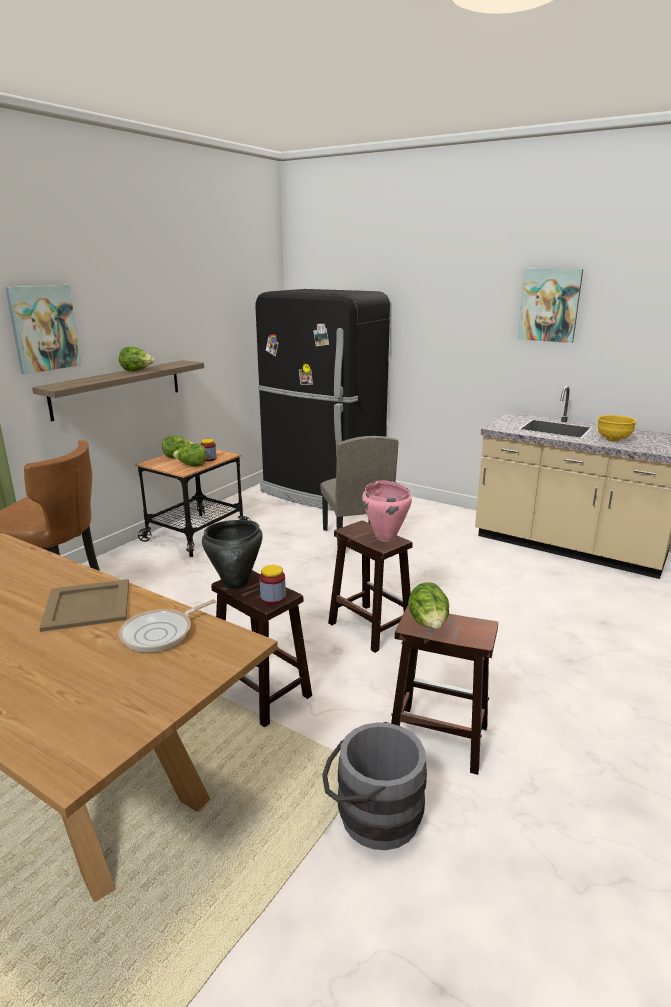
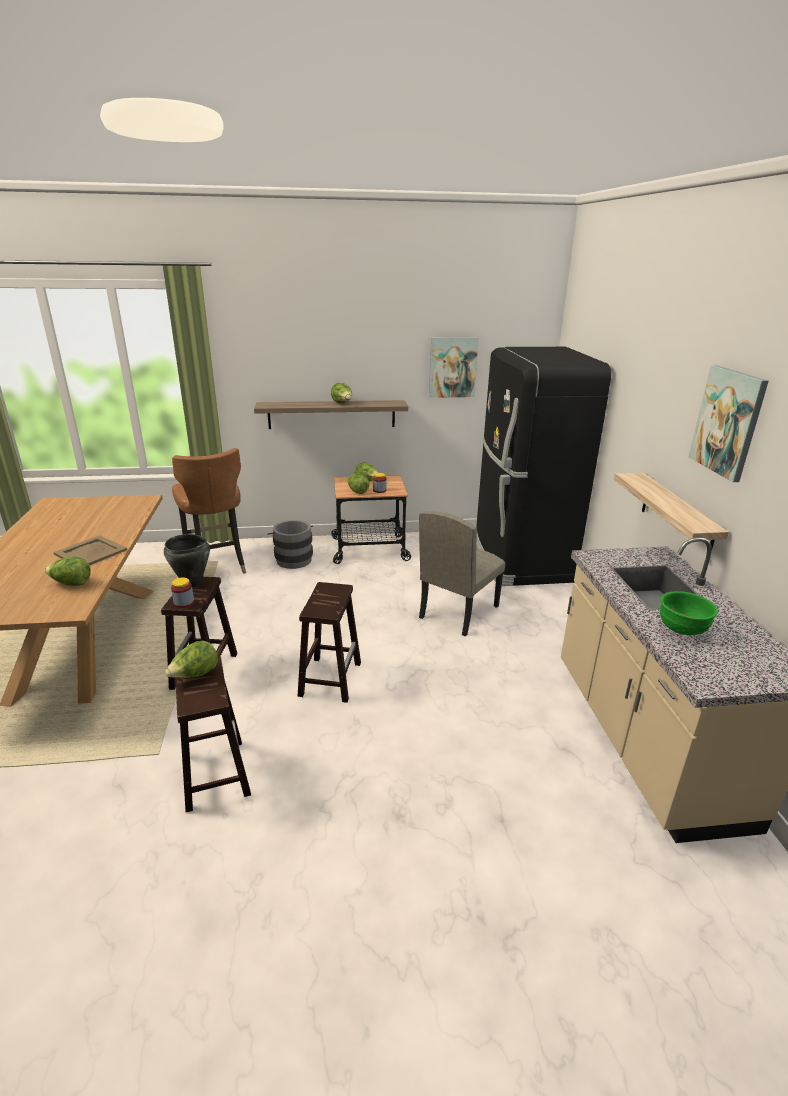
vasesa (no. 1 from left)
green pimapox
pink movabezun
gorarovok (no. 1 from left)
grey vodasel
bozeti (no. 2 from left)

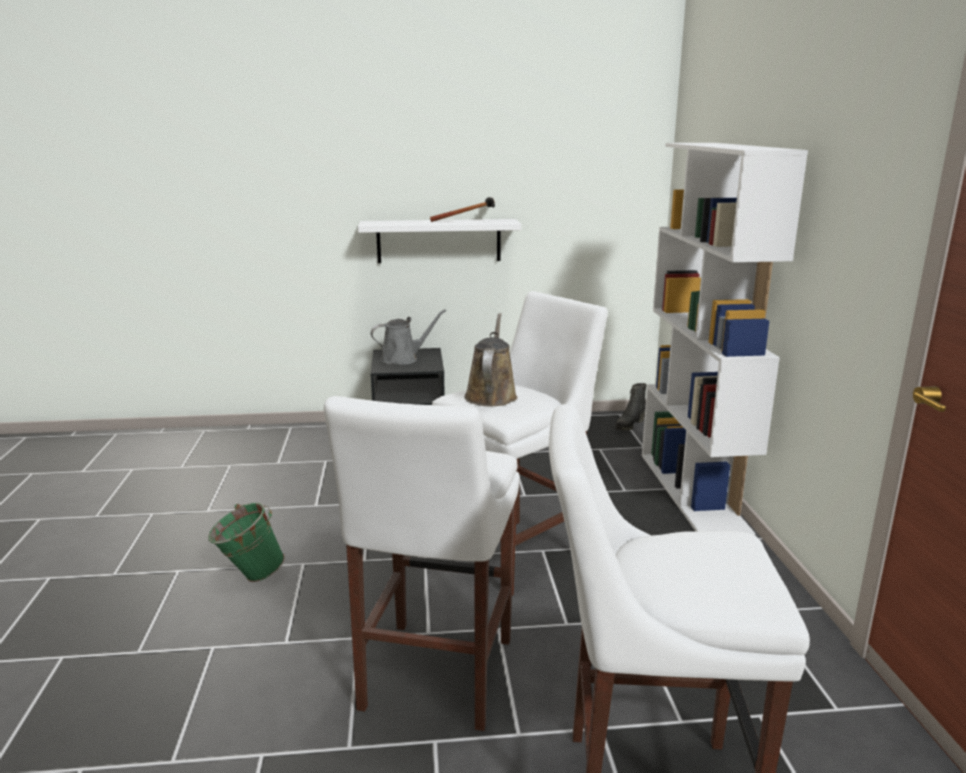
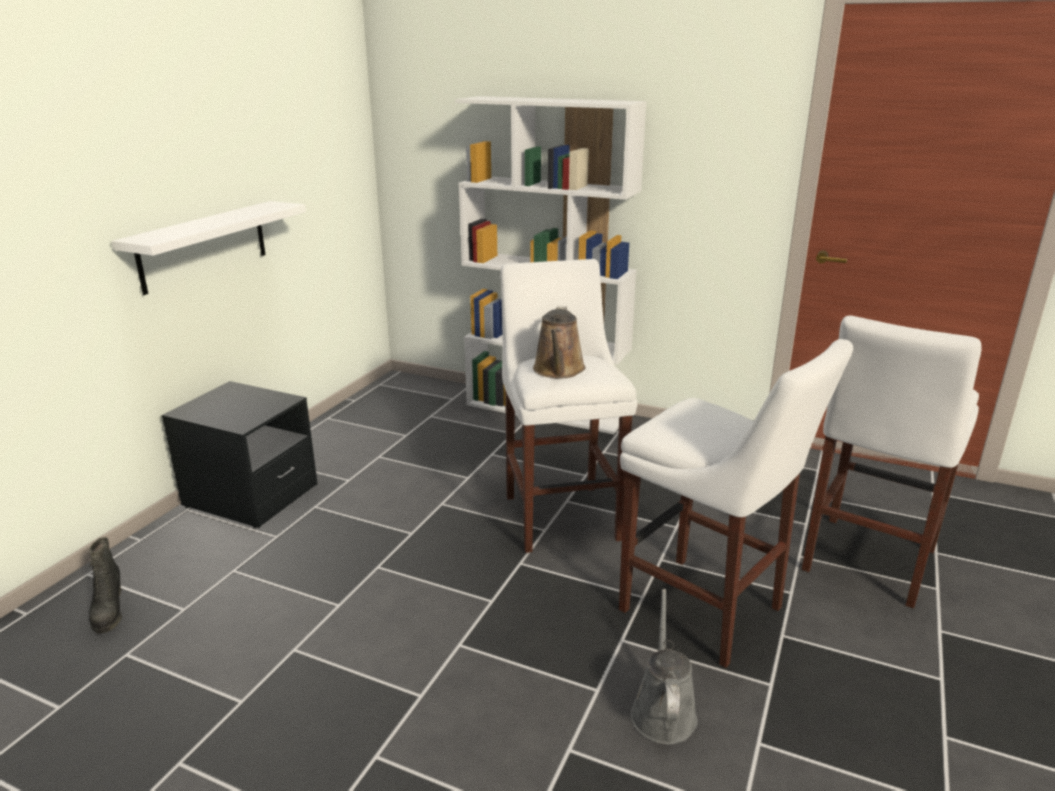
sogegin
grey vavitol
brown vavitol
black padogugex
green vodasel

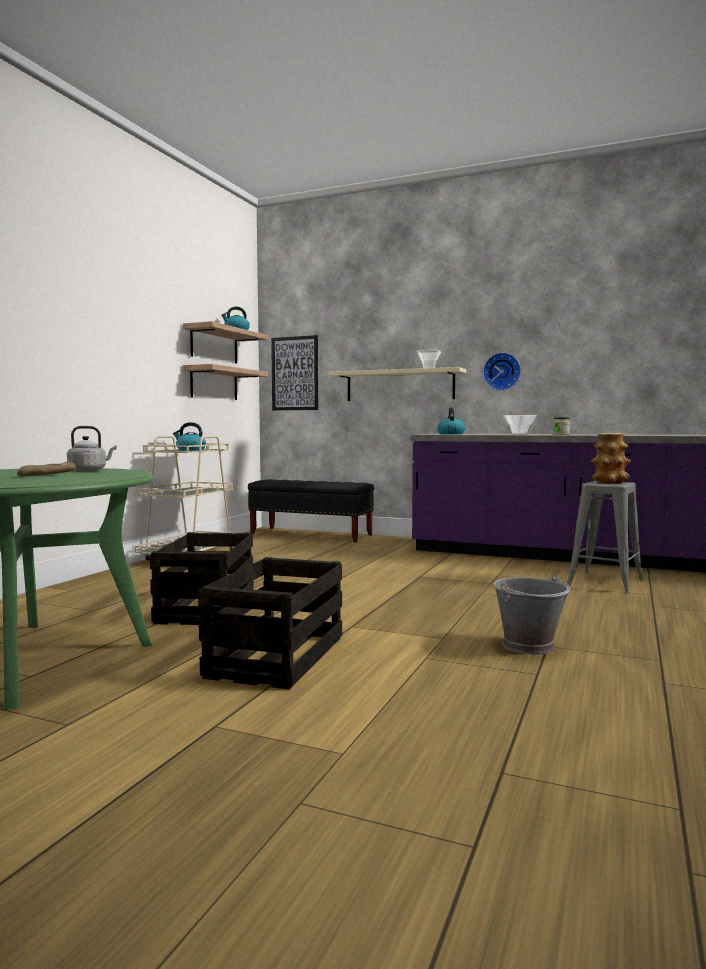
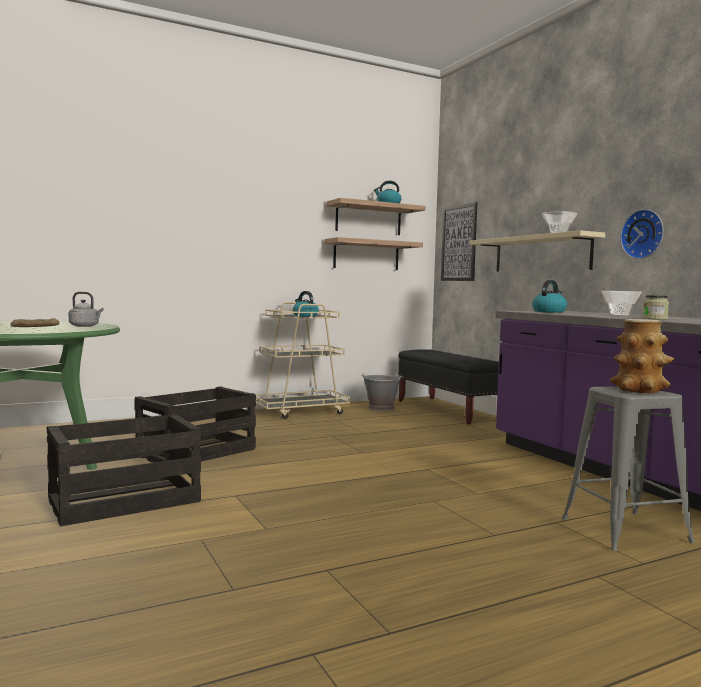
grey vodasel

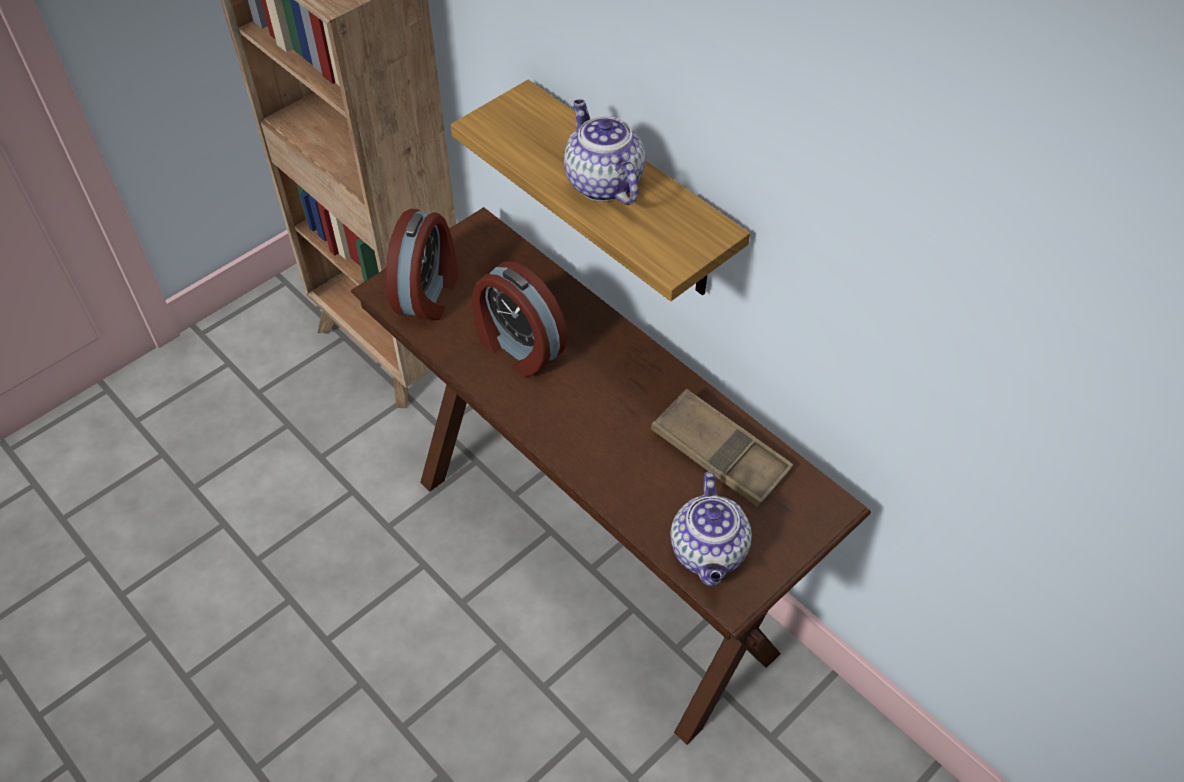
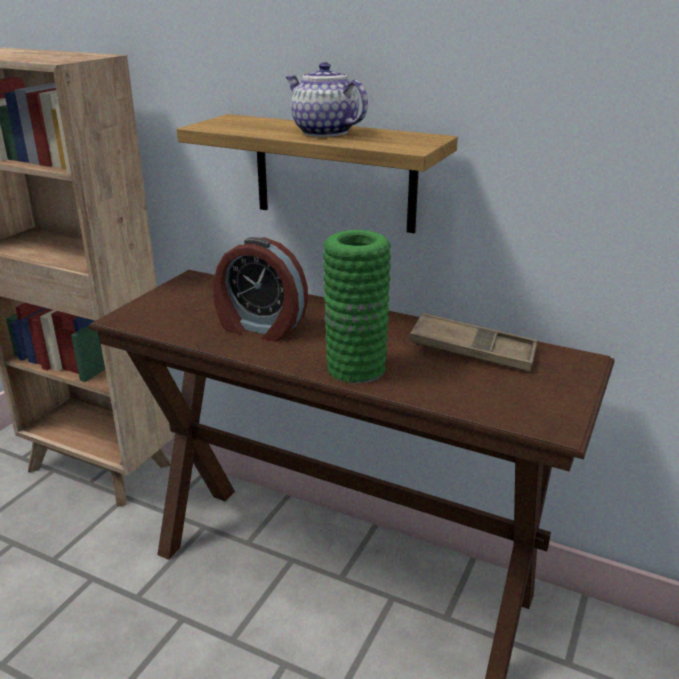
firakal (no. 1 from left in the first image)
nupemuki (no. 2 from left in the first image)
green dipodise

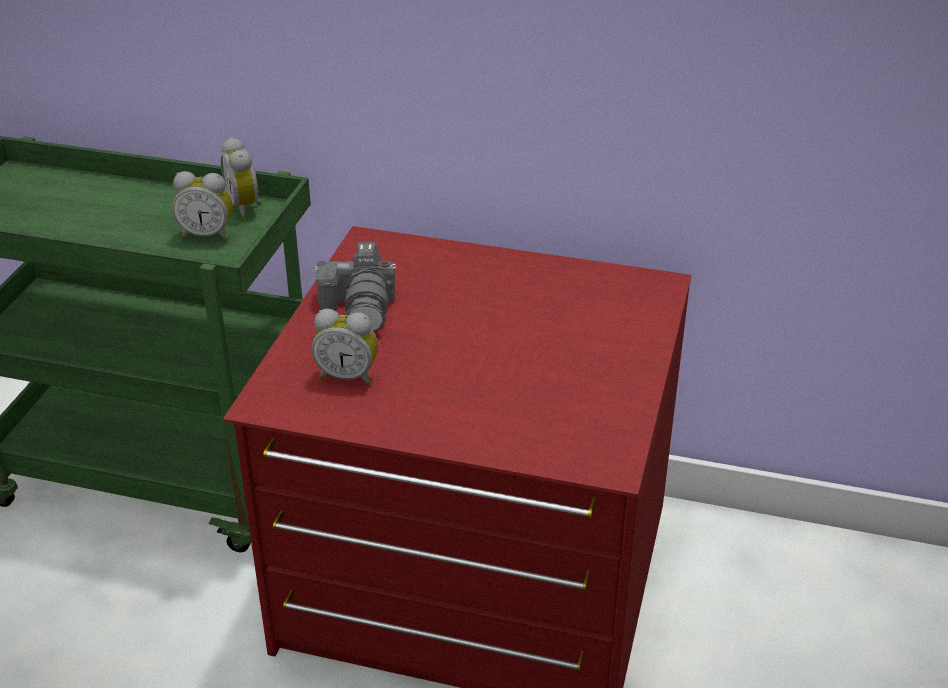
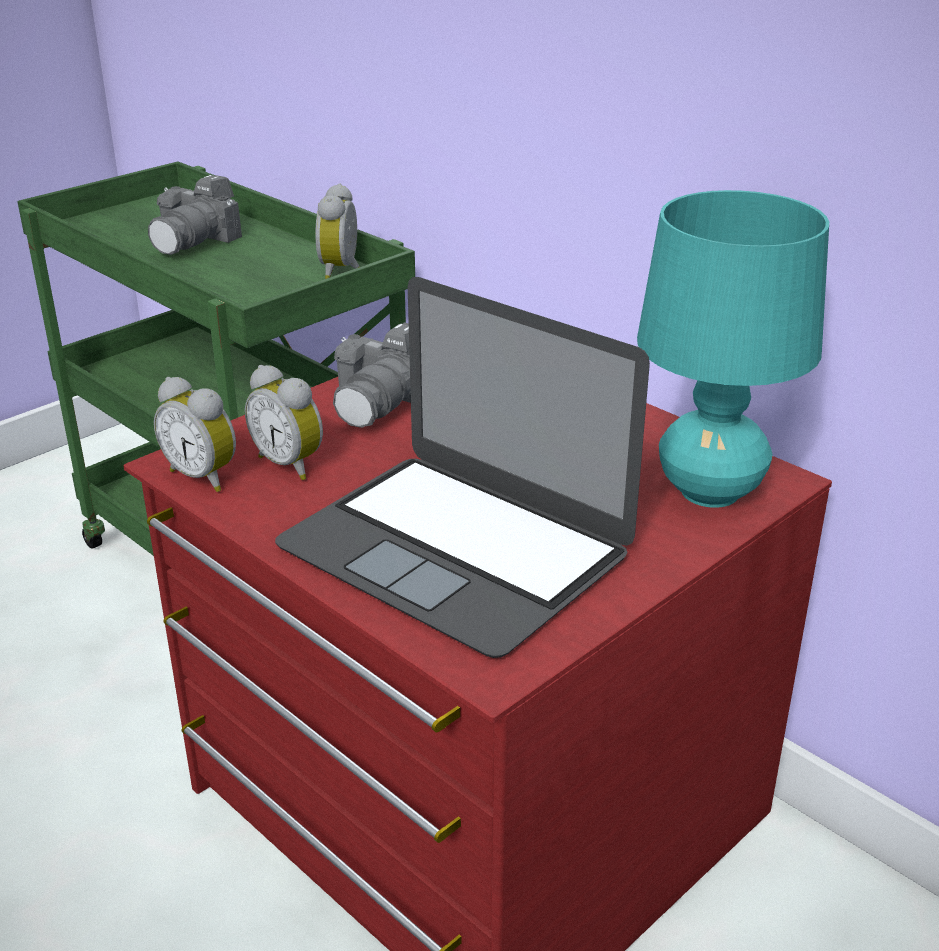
firakal (no. 1 from left)
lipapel (no. 1 from left)
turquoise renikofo
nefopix

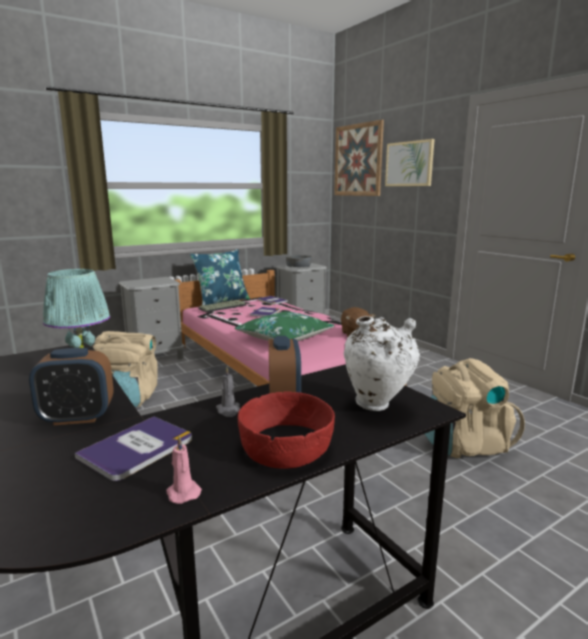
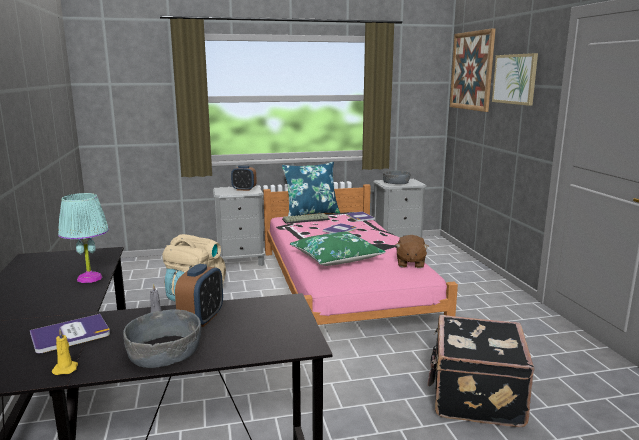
white dipodise
firakal (no. 2 from left)
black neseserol
grey pimapox (no. 1 from left)
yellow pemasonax

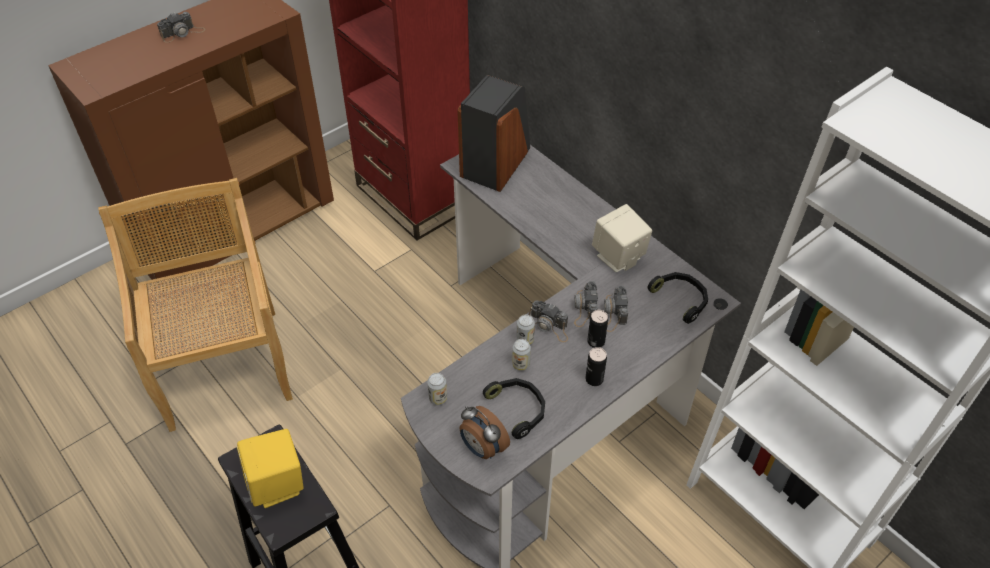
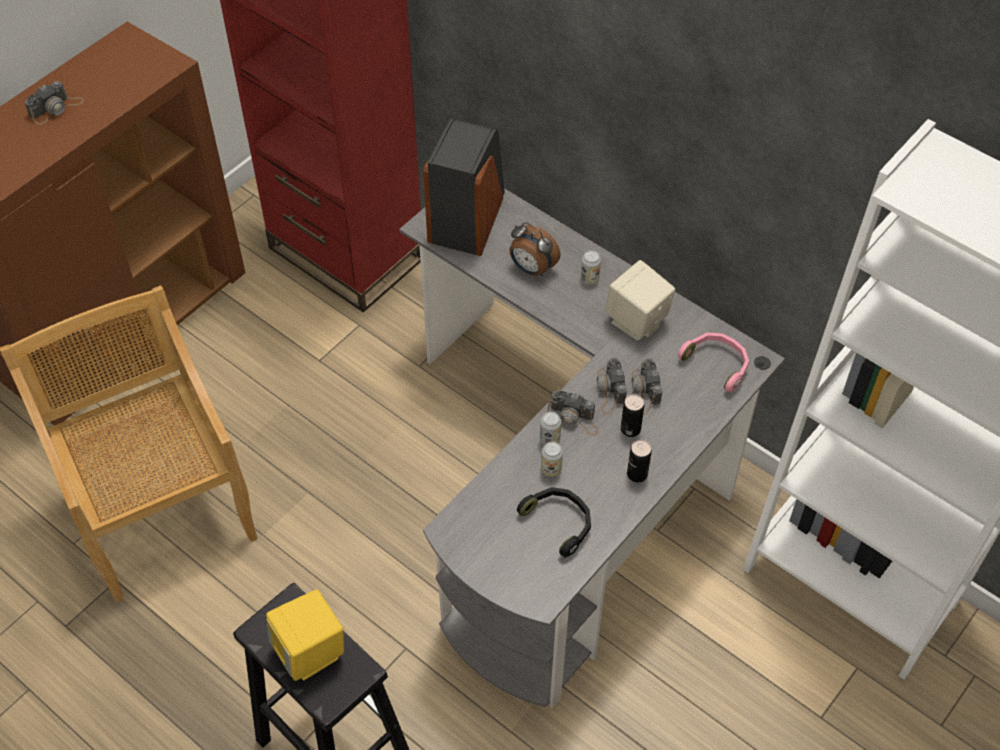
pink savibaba
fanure (no. 3 from left)
firakal

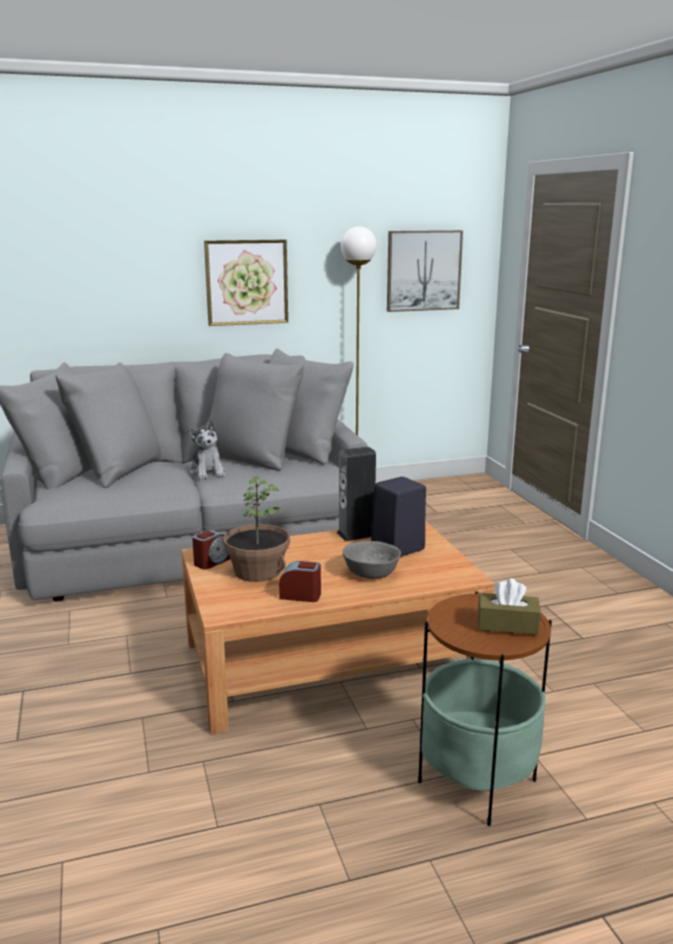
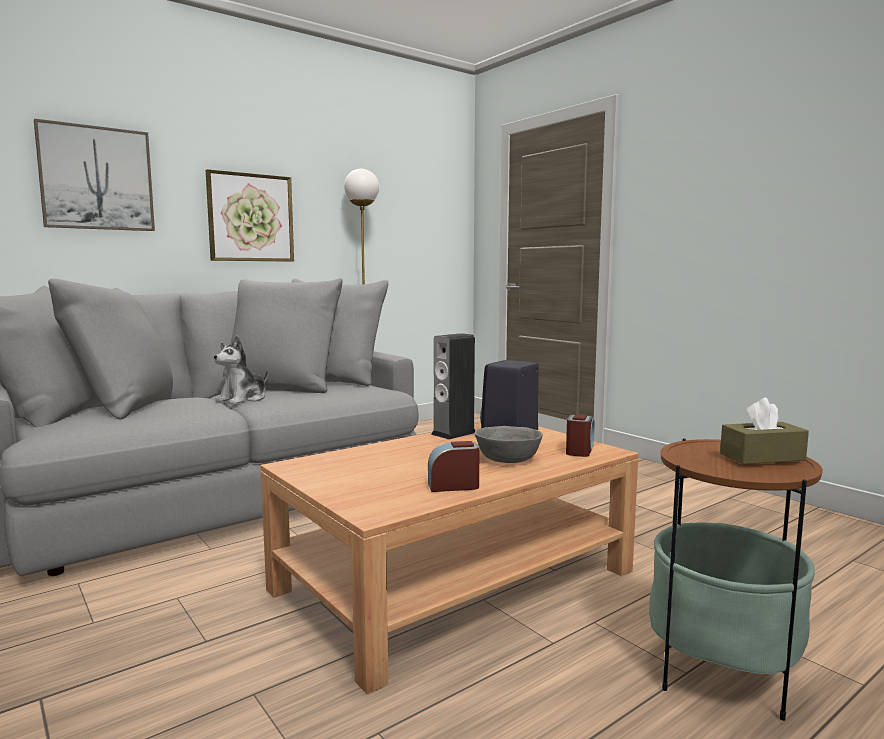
vasesa (no. 1 from left)
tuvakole
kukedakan
firakal (no. 2 from left)

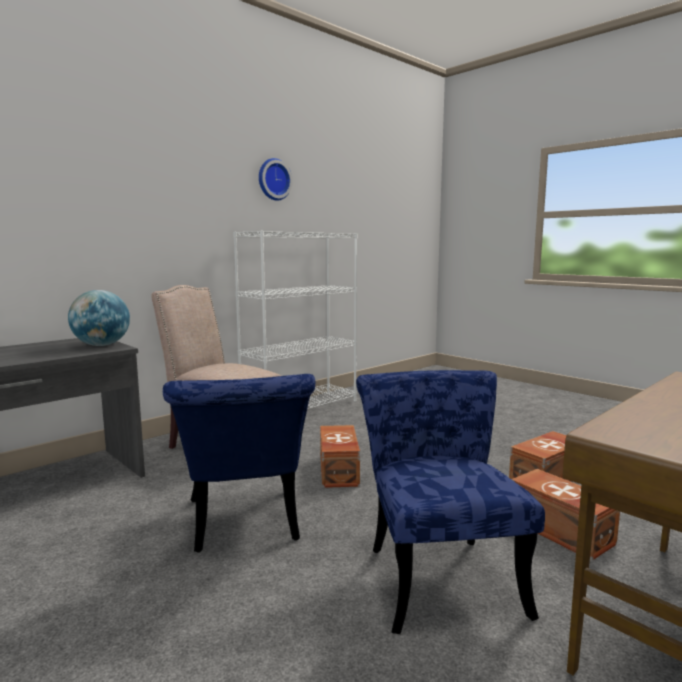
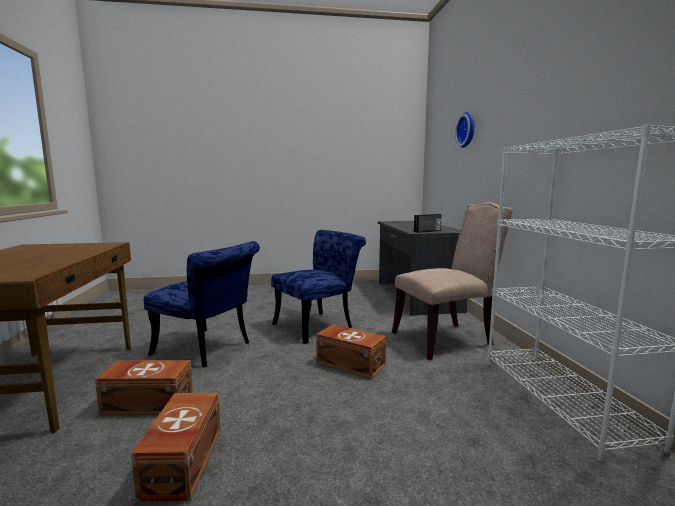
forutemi
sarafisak
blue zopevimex (no. 2 from left)

